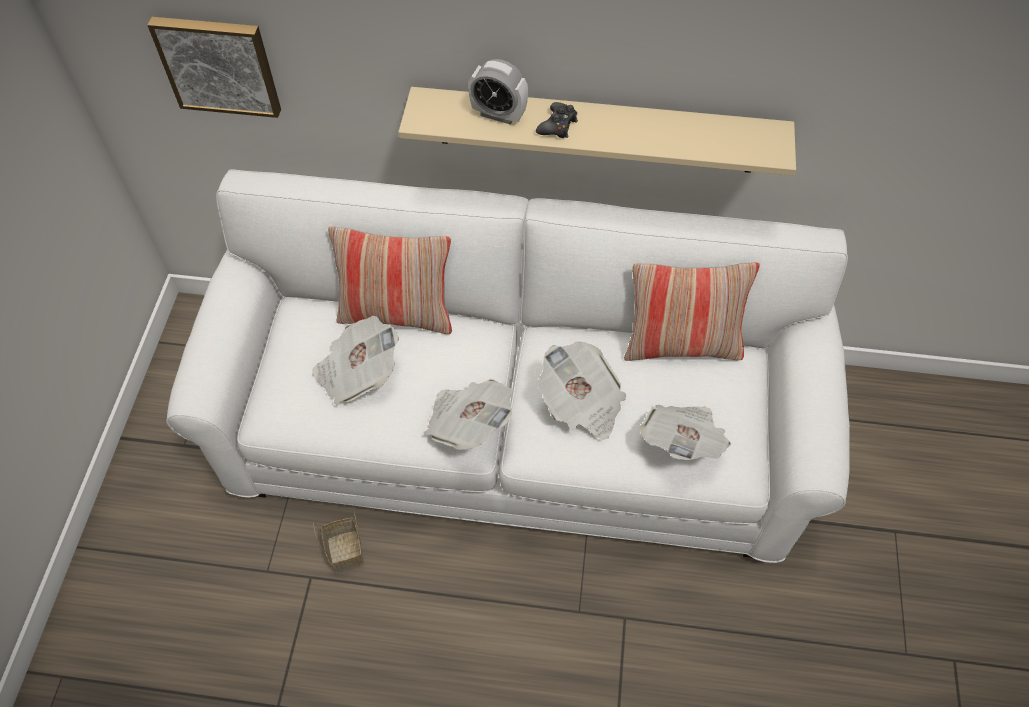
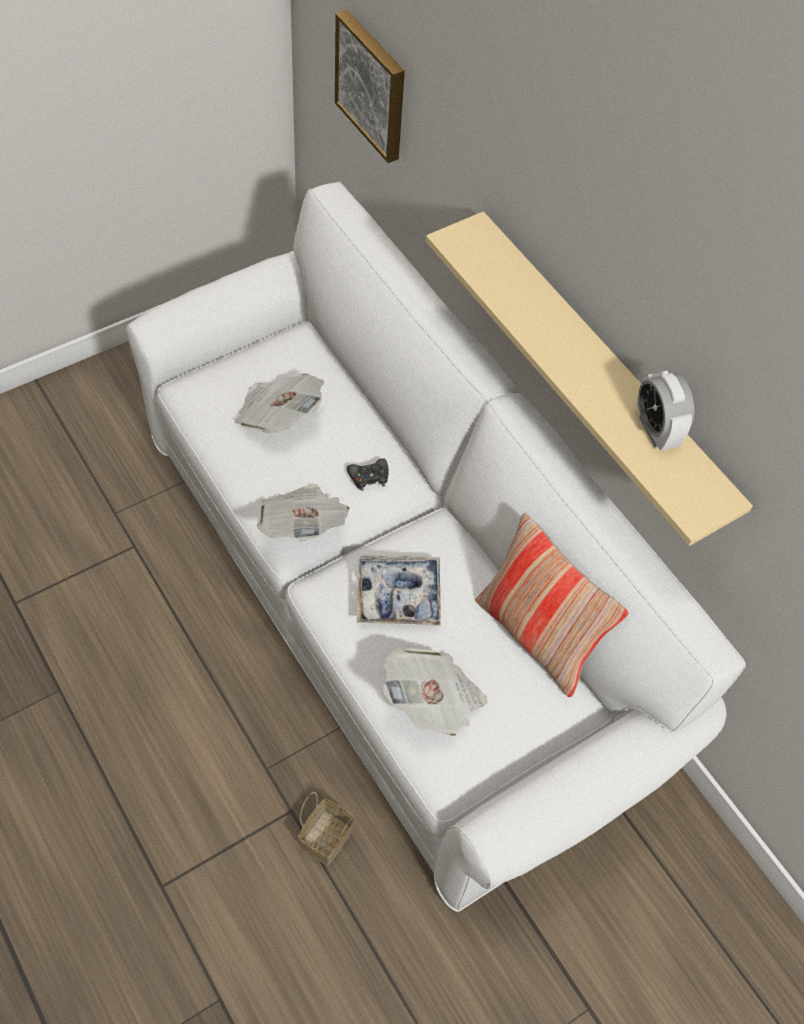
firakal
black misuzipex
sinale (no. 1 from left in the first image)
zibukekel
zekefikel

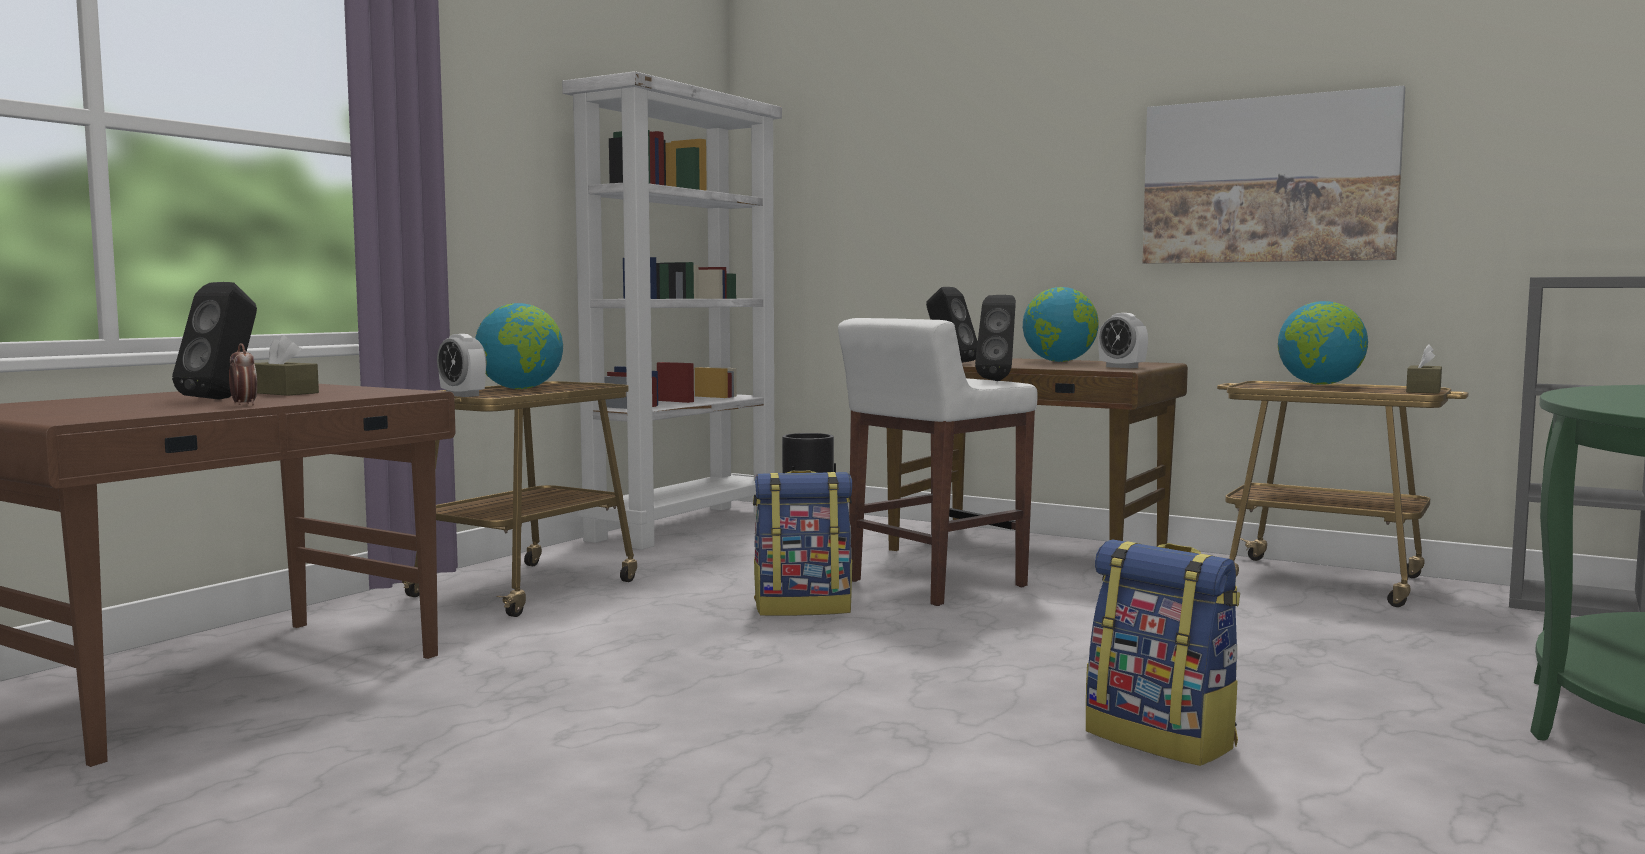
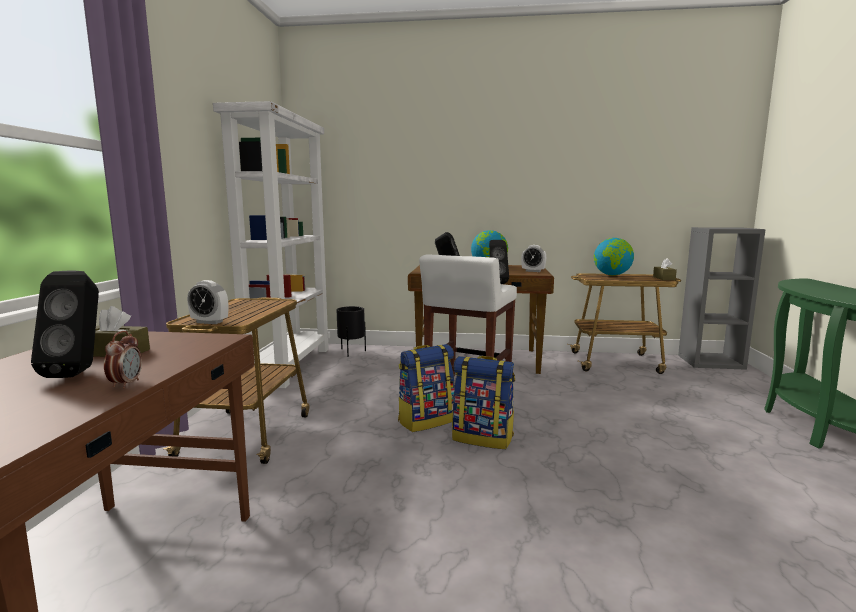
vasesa
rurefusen (no. 1 from left in the first image)
firakal (no. 1 from left)
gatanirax (no. 2 from left)

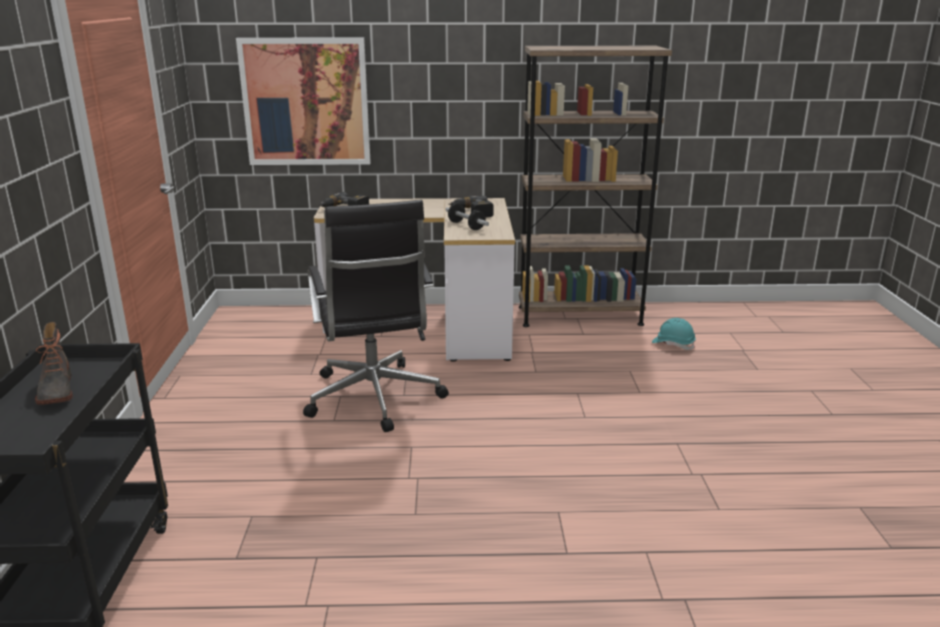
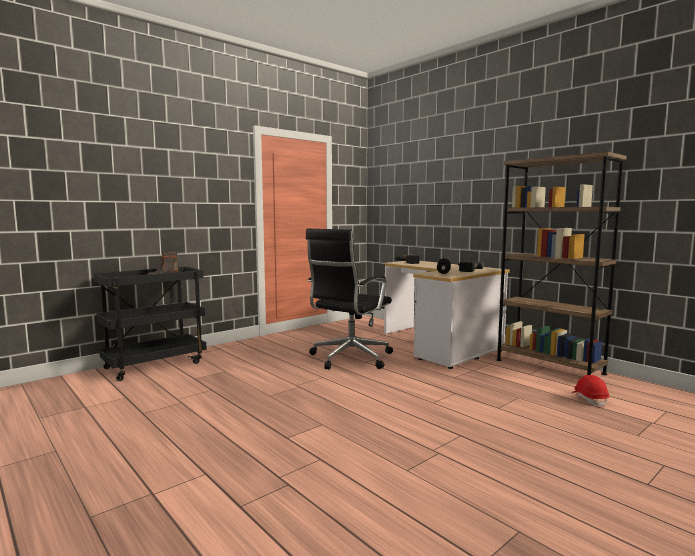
vasesa
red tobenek

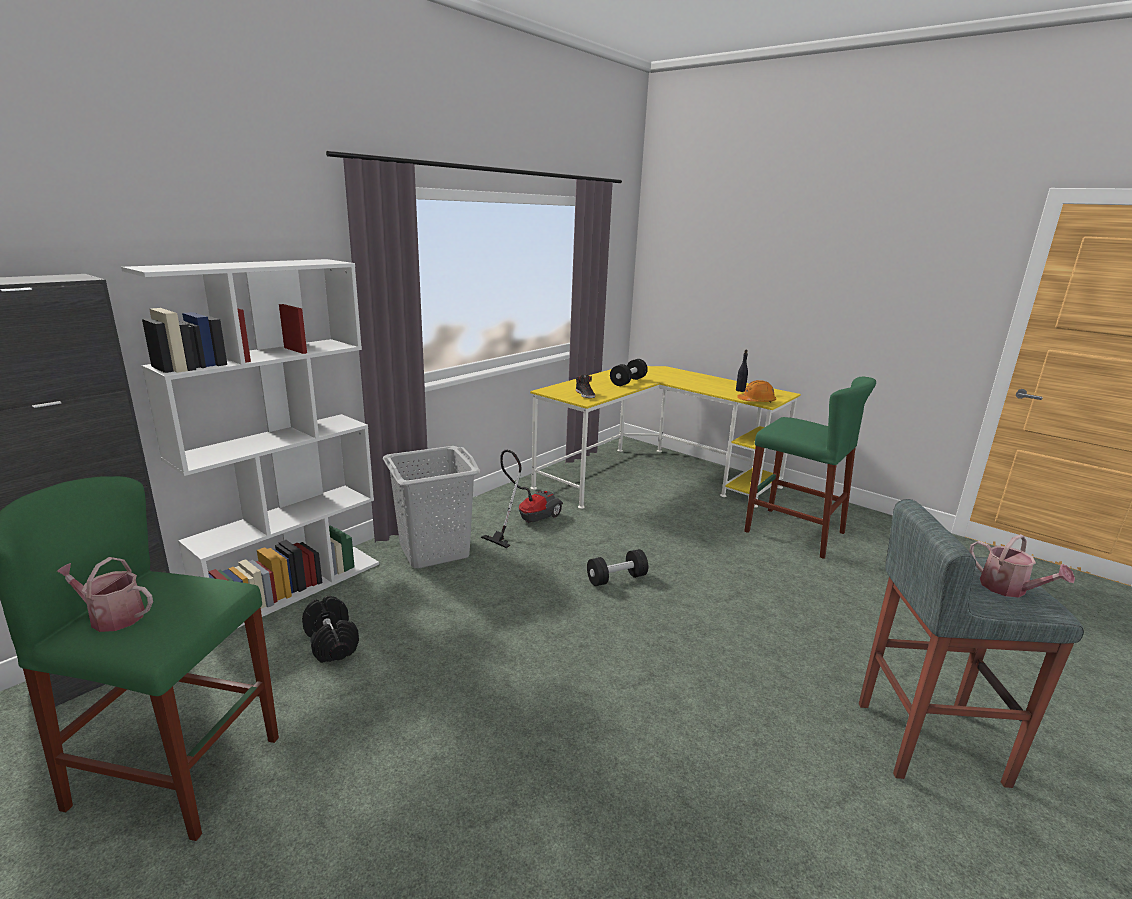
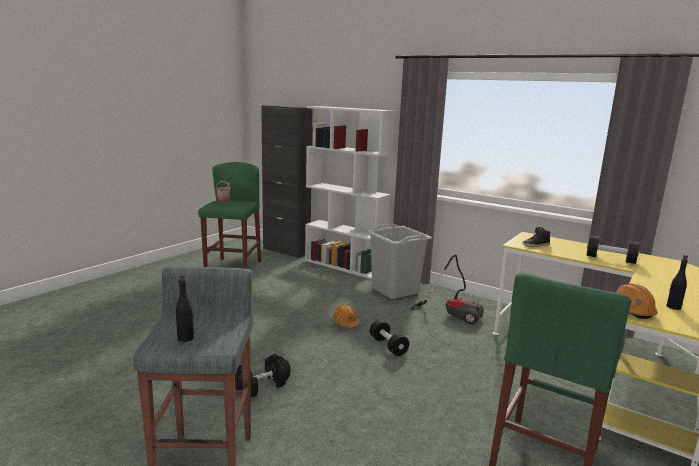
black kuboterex (no. 1 from left)
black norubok (no. 1 from left)
orange tobenek (no. 1 from left)

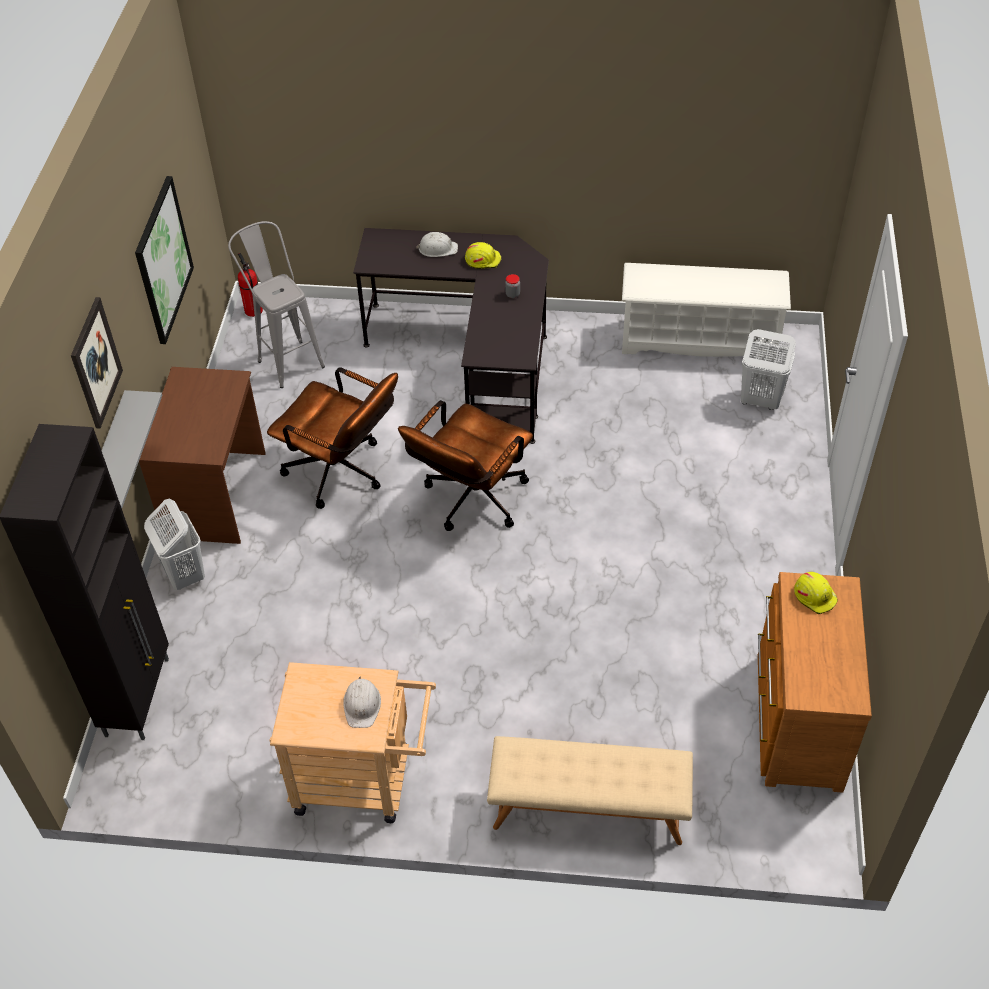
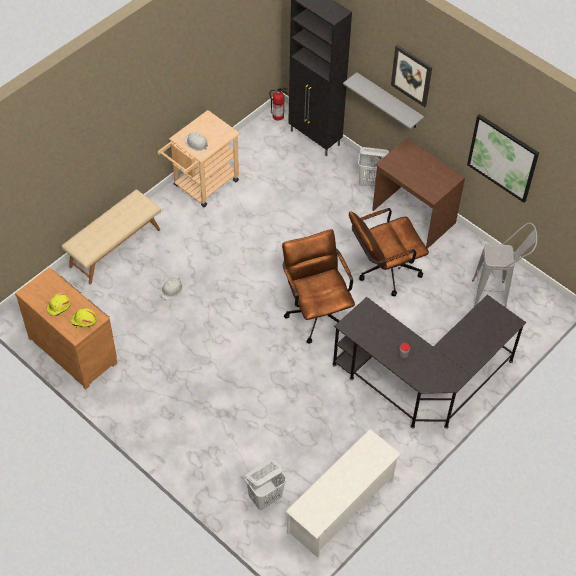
white tobenek (no. 1 from left)
yellow tobenek (no. 1 from left)
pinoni

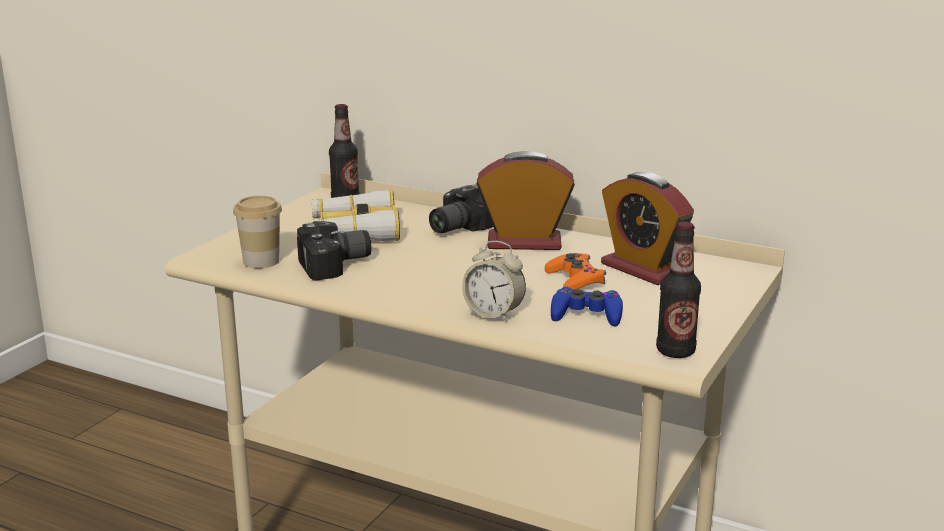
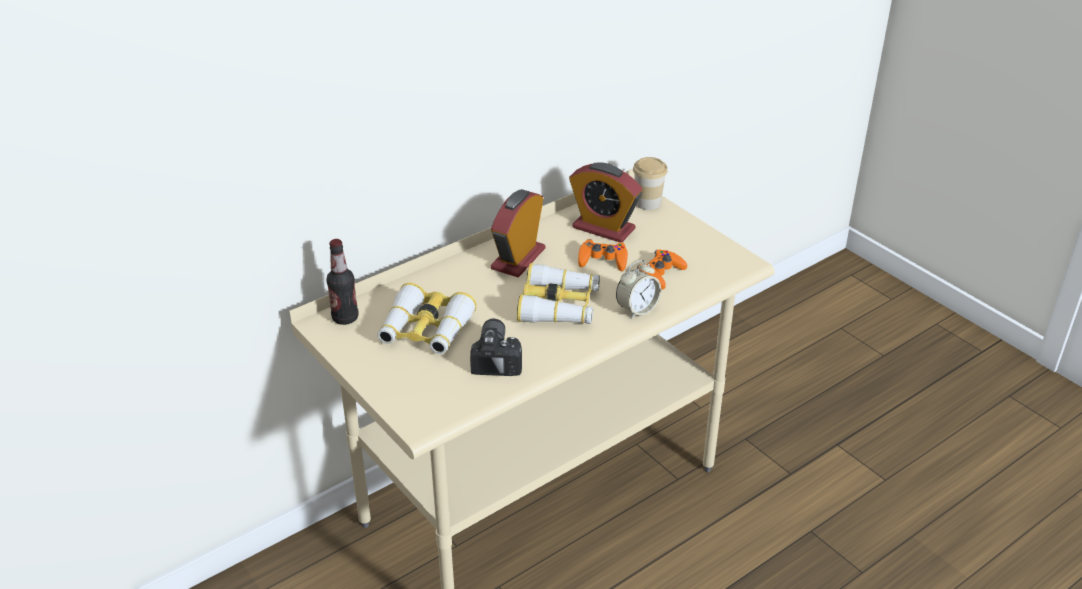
firakal (no. 2 from left)
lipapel (no. 2 from left in the first image)
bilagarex
kuboterex (no. 2 from left in the first image)
orange misuzipex (no. 2 from left)
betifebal (no. 2 from left)

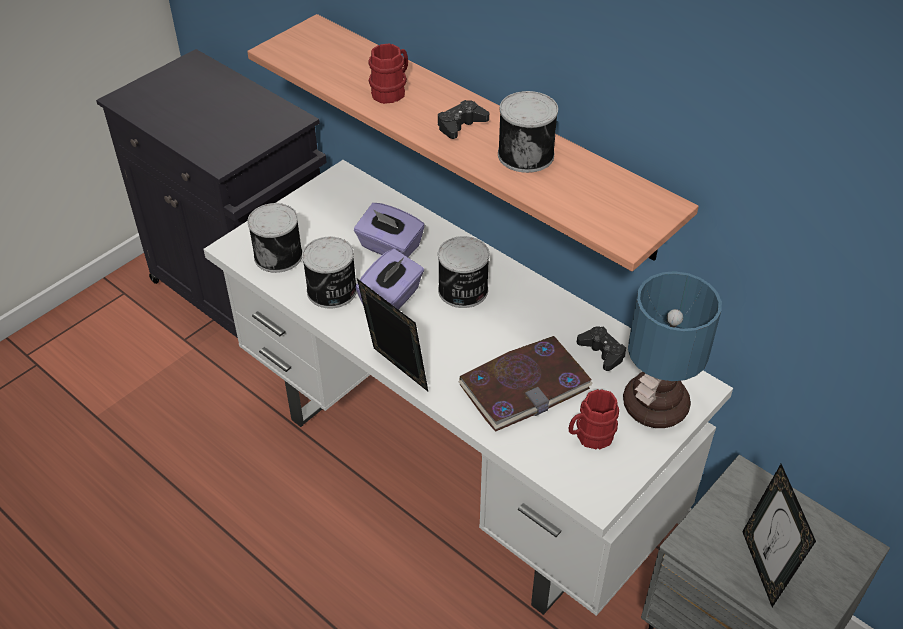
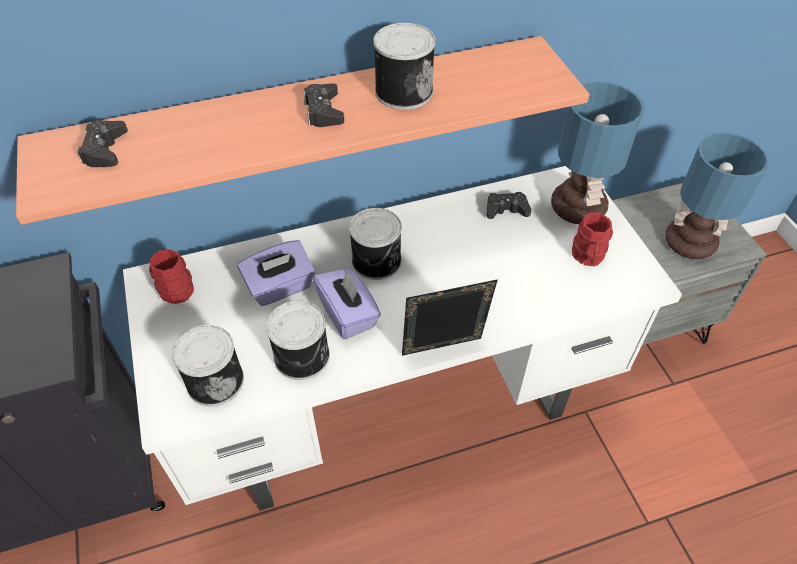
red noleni (no. 1 from left)
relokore
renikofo (no. 2 from left)
black misuzipex (no. 1 from left)

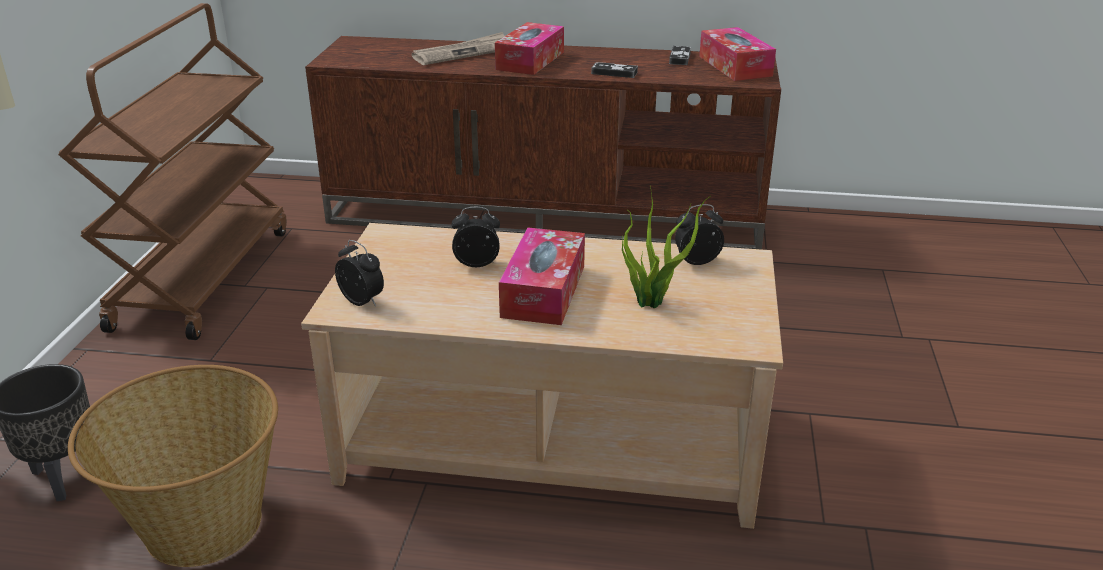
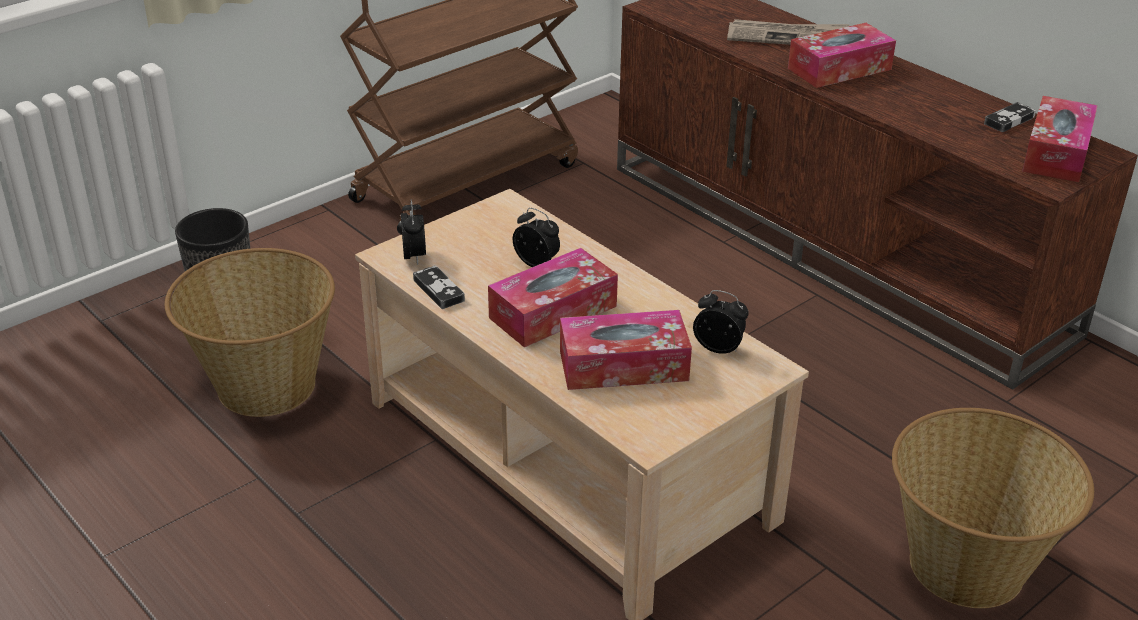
misuzipex (no. 1 from left)
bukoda (no. 2 from left)
zekefikel (no. 2 from left)

